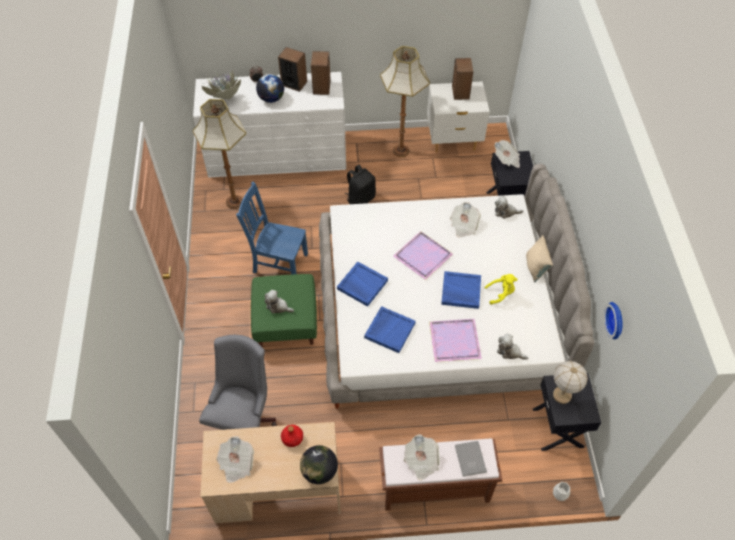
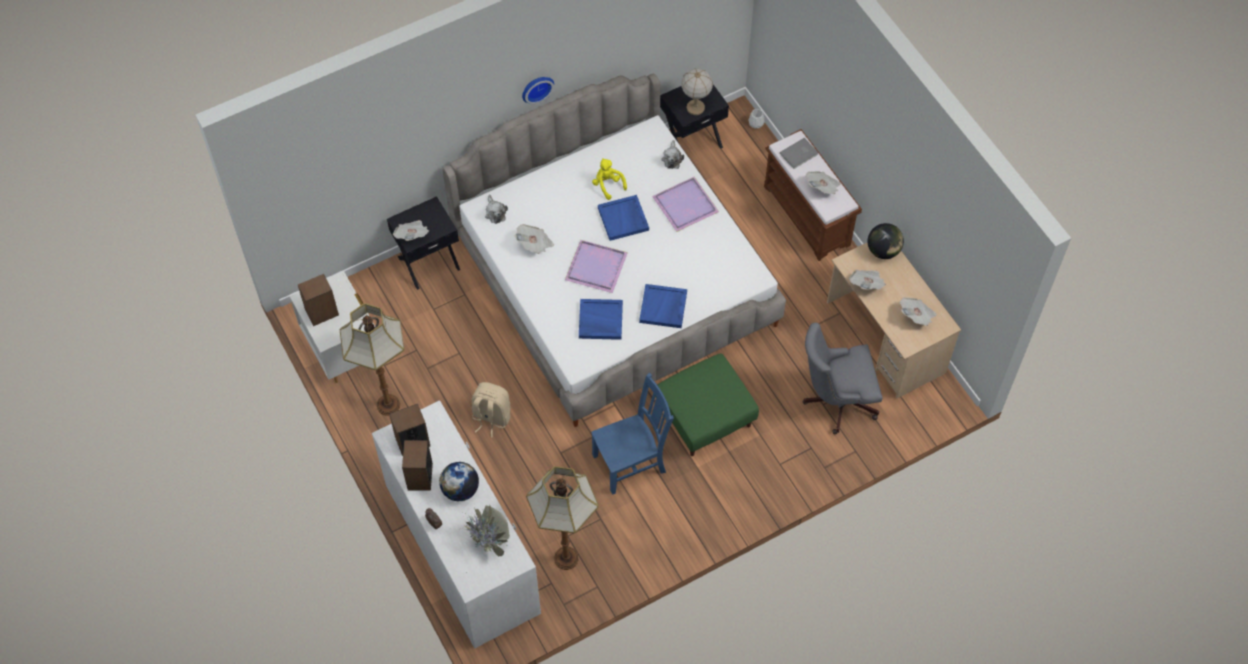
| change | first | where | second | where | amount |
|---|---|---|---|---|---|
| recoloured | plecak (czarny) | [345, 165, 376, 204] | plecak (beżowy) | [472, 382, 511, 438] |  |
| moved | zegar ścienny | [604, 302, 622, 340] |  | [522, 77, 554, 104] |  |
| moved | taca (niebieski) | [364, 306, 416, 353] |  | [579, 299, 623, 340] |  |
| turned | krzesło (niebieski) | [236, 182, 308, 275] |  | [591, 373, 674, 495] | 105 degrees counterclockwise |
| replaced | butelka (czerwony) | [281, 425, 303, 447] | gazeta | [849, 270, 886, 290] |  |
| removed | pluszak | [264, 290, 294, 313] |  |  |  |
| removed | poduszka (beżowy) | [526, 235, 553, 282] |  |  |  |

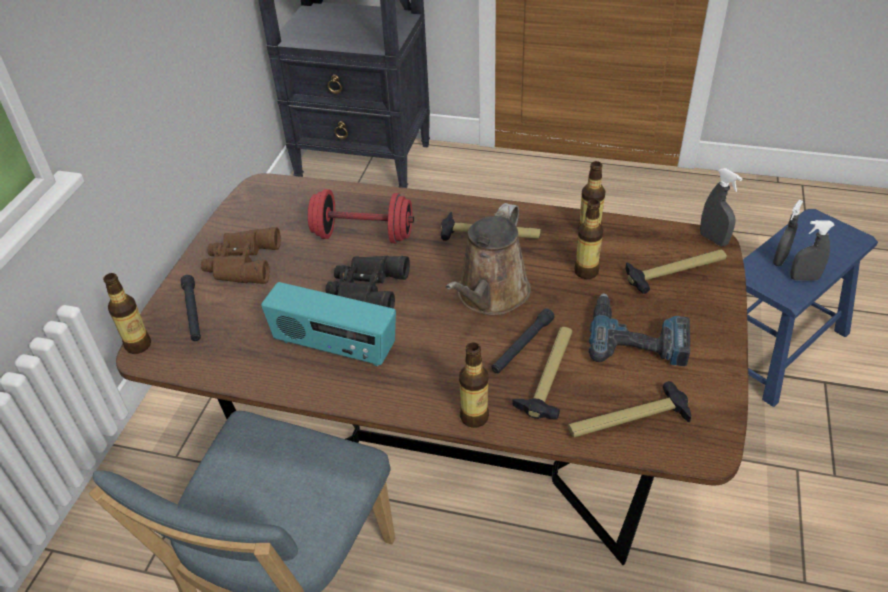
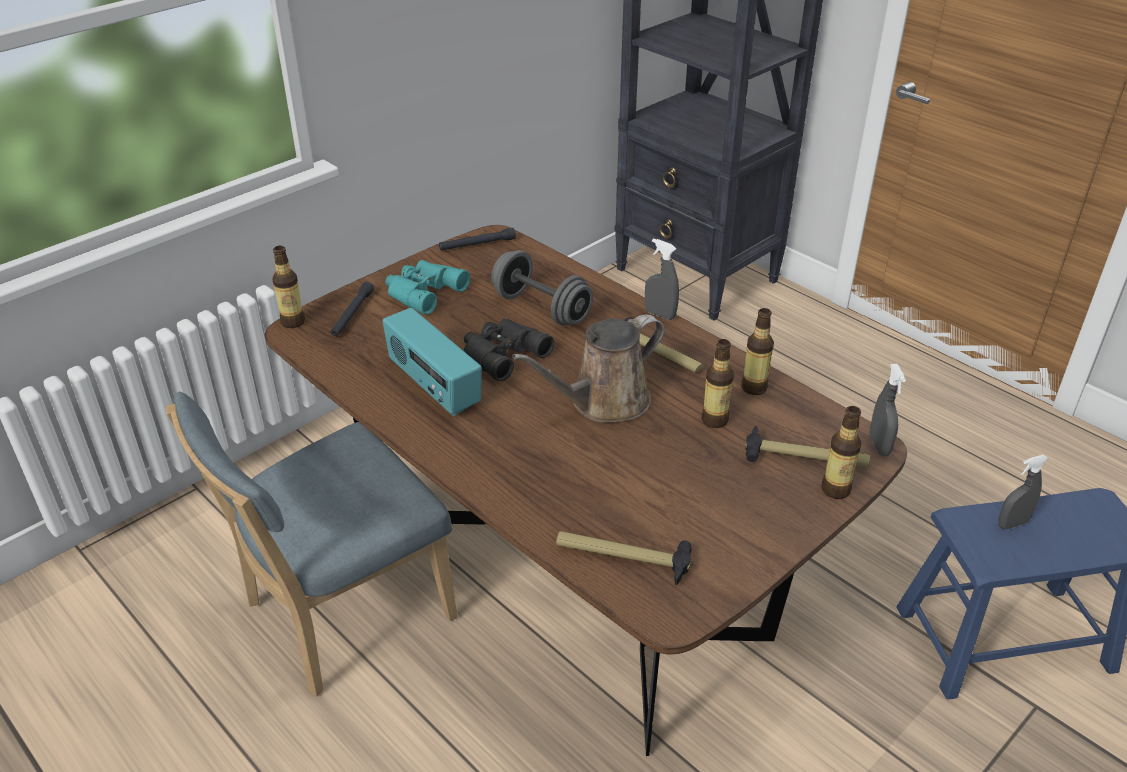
| change | first | where | second | where | amount |
|---|---|---|---|---|---|
| recoloured | lornetka (brązowy) | [201, 227, 281, 284] | lornetka (turkusowy) | [385, 260, 470, 315] |  |
| moved | latarka (czarny) | [492, 308, 555, 373] |  | [439, 228, 516, 251] |  |
| recoloured | hantel (czerwony) | [308, 189, 414, 243] | hantel (szary) | [491, 250, 593, 326] |  |
| moved | spryskiwacz (szary) | [790, 220, 835, 281] |  | [645, 238, 679, 320] |  |
| moved | butelka | [459, 342, 489, 428] |  | [822, 406, 862, 499] |  |
| removed | młotek | [512, 327, 572, 419] |  |  |  |
| removed | wiertarka | [589, 293, 690, 366] |  |  |  |

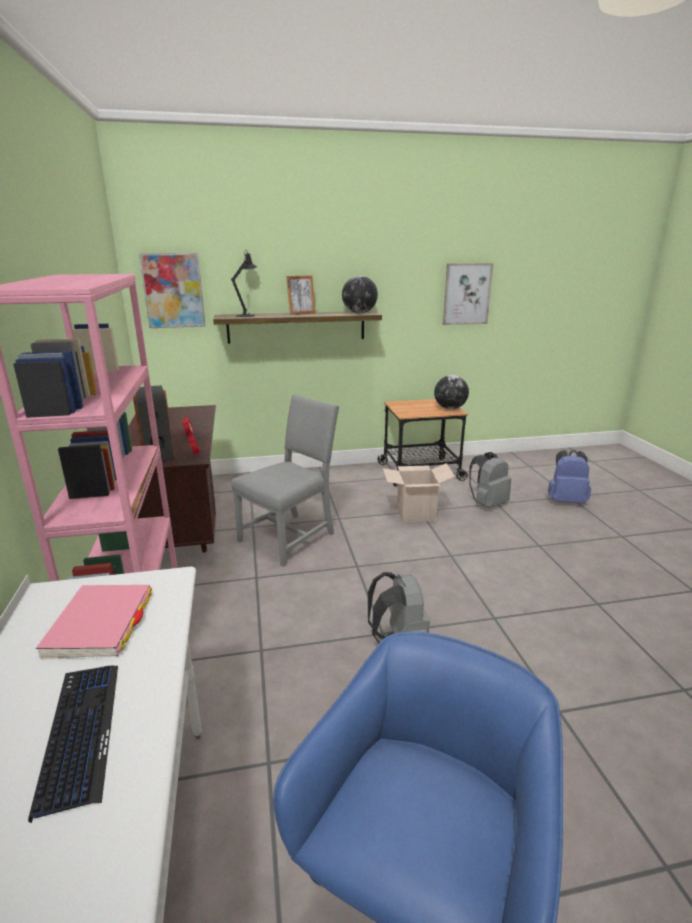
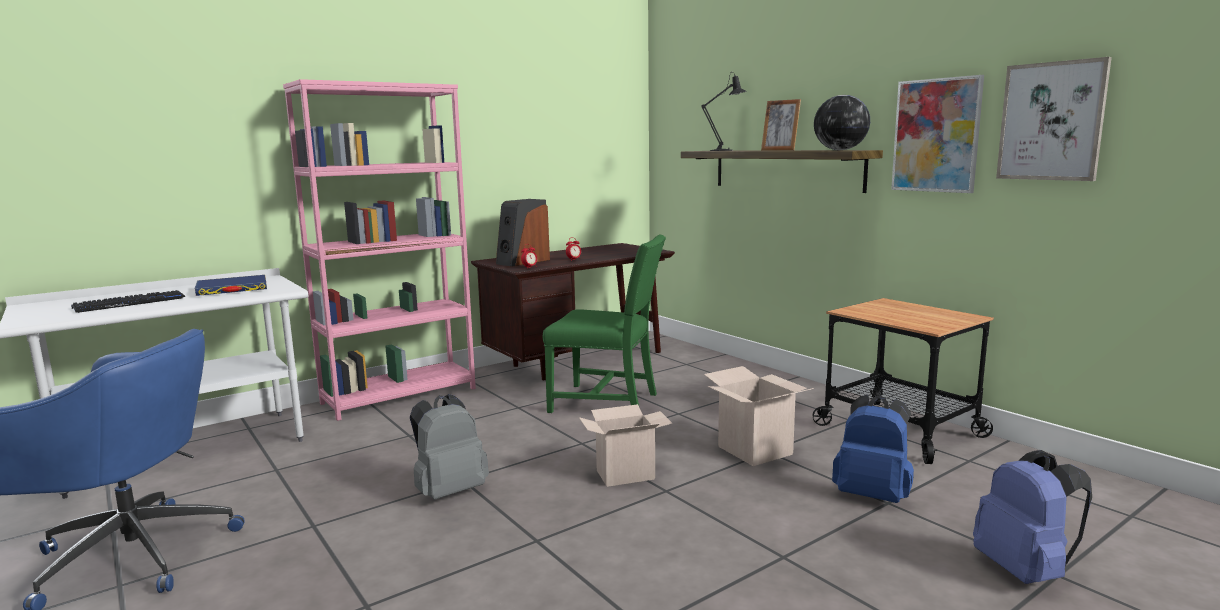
| change | first | where | second | where | amount |
|---|---|---|---|---|---|
| recoloured | książka (różowy) | [36, 585, 152, 659] | książka (niebieski) | [194, 275, 267, 296] |  |
| recoloured | krzesło (szary) | [231, 394, 339, 567] | krzesło (zielony) | [543, 235, 666, 413] |  |
| added |  |  | karton | [579, 404, 672, 487] |  |
| recoloured | plecak (szary) | [469, 452, 511, 508] | plecak (niebieski) | [832, 395, 914, 503] |  |
| moved | obraz | [139, 253, 205, 328] |  | [891, 75, 984, 193] |  |
| removed | globus | [434, 375, 469, 409] |  |  |  |

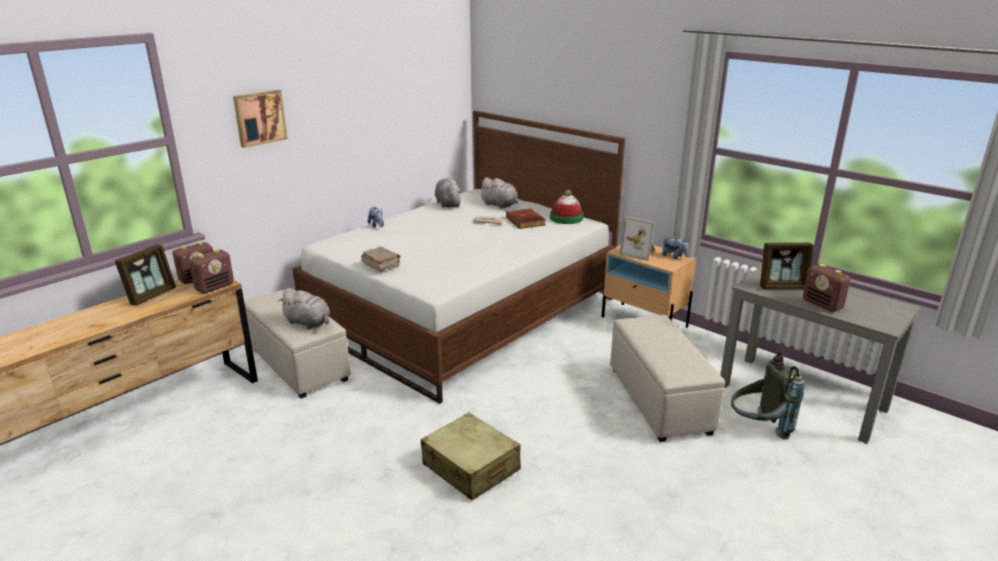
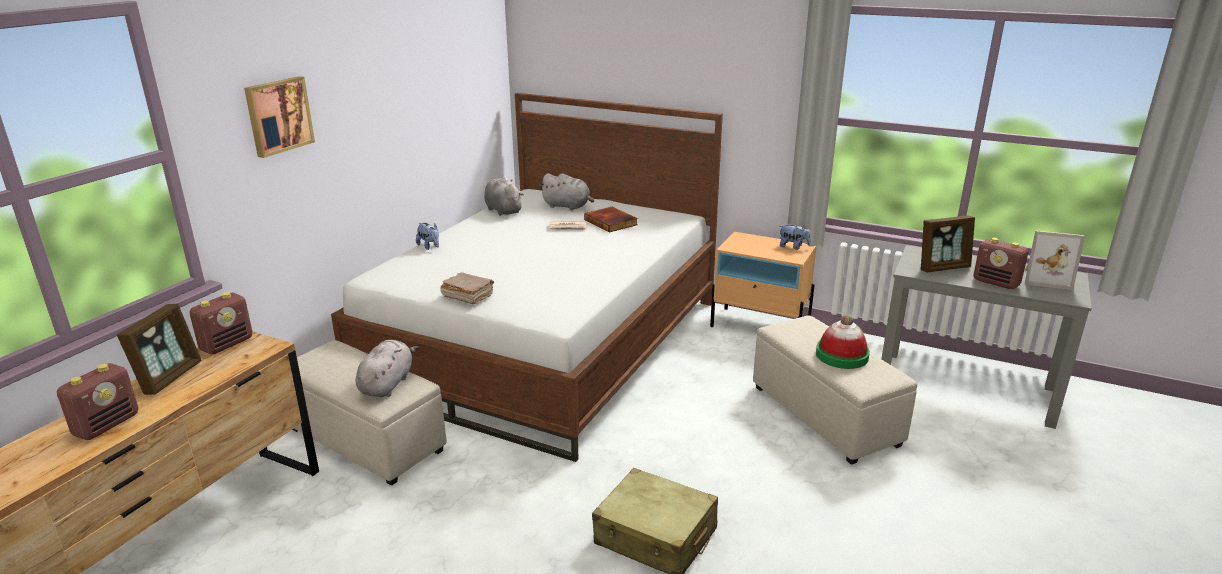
| change | first | where | second | where | amount |
|---|---|---|---|---|---|
| moved | radio | [189, 249, 234, 293] |  | [57, 363, 138, 440] |  |
| turned | pluszak (szary) | [278, 288, 330, 329] |  | [356, 340, 419, 397] | 90 degrees counterclockwise |
| moved | kapelusz | [550, 190, 584, 224] |  | [816, 314, 870, 369] |  |
| moved | ramka na zdjęcie | [619, 217, 655, 261] |  | [1025, 231, 1085, 290] |  |
| removed | plecak (szary) | [731, 352, 805, 439] |  |  |  |

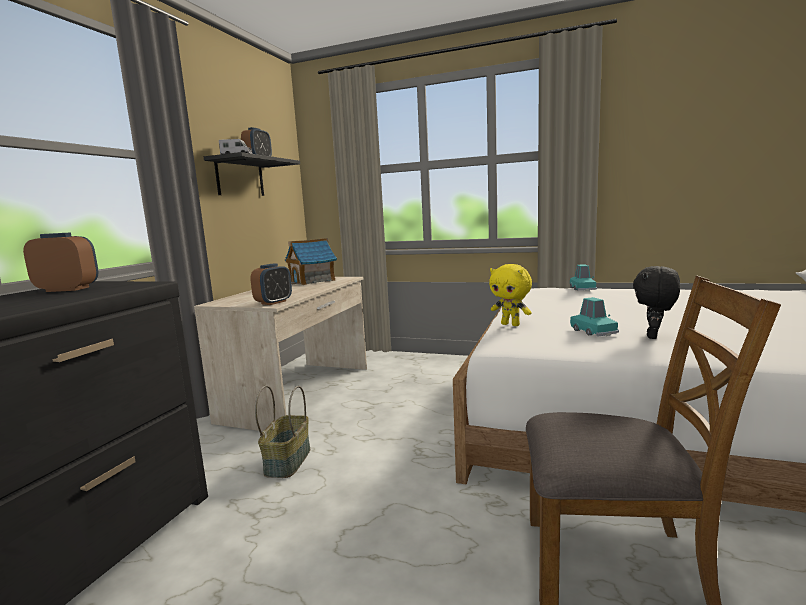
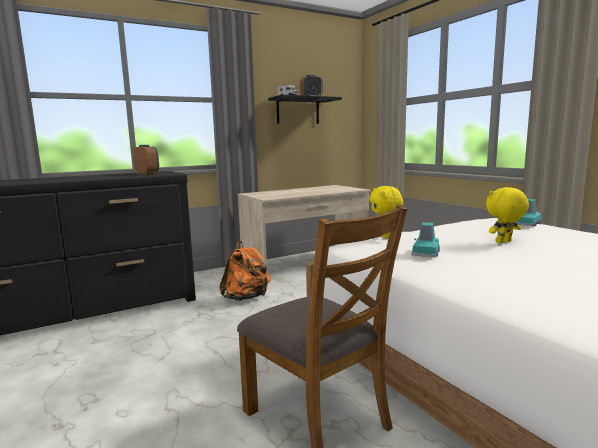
| change | first | where | second | where | amount |
|---|---|---|---|---|---|
| replaced | koszyk | [255, 385, 310, 478] | plecak (pomarańczowy) | [219, 241, 271, 301] |  |
| added |  |  | pluszak (żółty) | [486, 187, 529, 244] |  |
| removed | budzik | [250, 264, 292, 305] |  |  |  |
| removed | domek | [285, 238, 337, 285] |  |  |  |
| removed | pluszak (czarny) | [633, 266, 680, 339] |  |  |  |

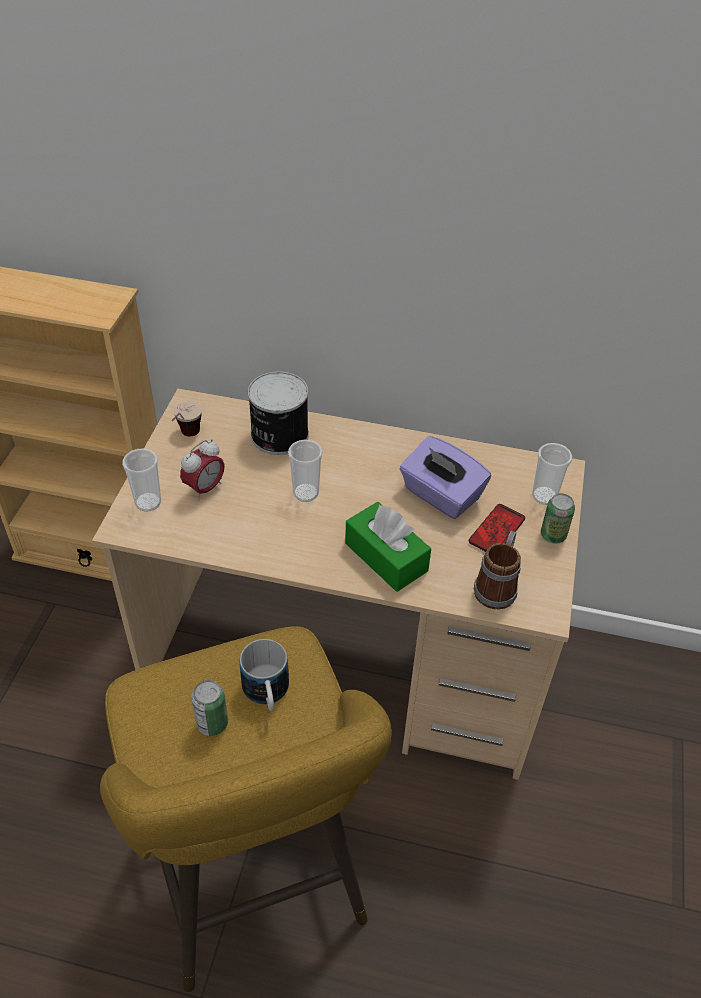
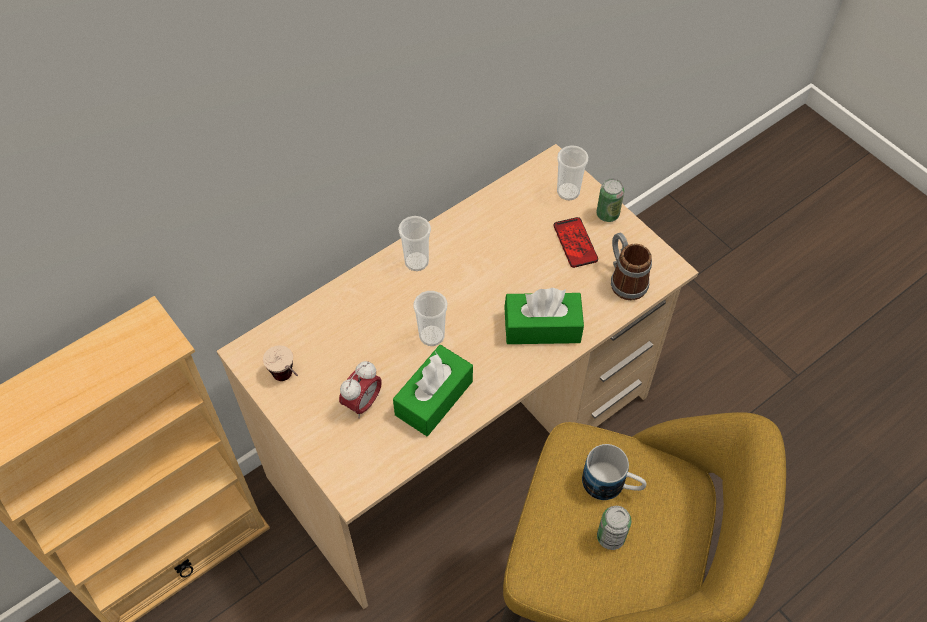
| change | first | where | second | where | amount |
|---|---|---|---|---|---|
| turned | budzik | [180, 439, 225, 501] |  | [339, 361, 382, 419] | 45 degrees clockwise |
| added |  |  | pudełko chusteczek (zielony) | [393, 345, 473, 436] |  |
| moved | filiżanka | [122, 448, 161, 512] |  | [398, 216, 431, 271] |  |
| removed | puszka | [248, 372, 309, 455] |  |  |  |
| removed | pudełko chusteczek (fioletowy) | [400, 436, 491, 519] |  |  |  |

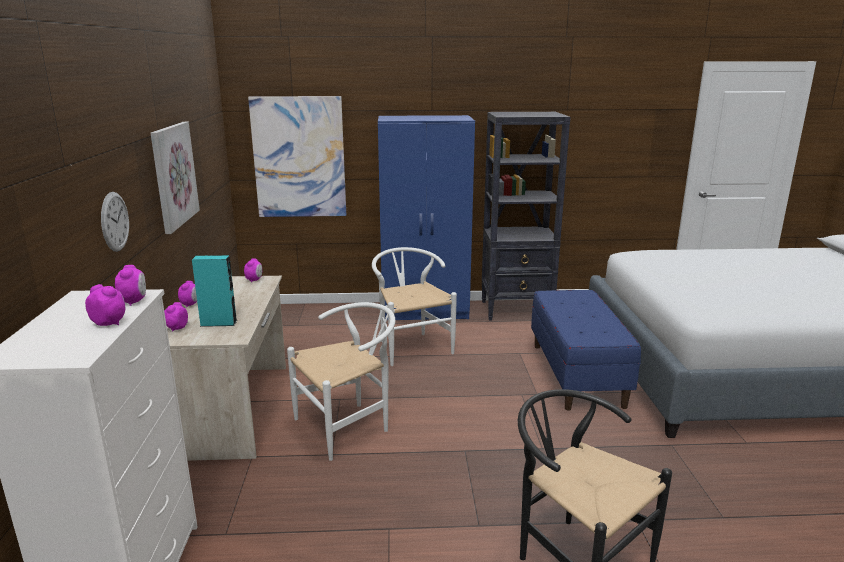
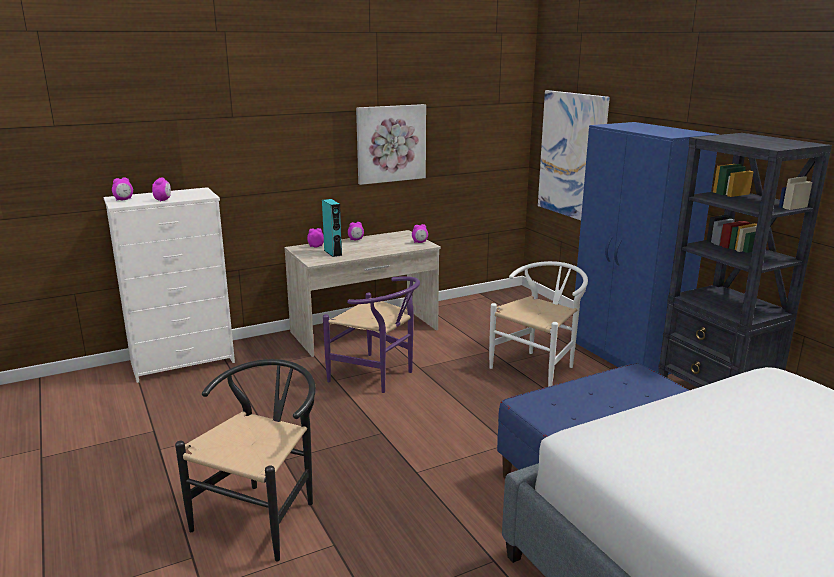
| change | first | where | second | where | amount |
|---|---|---|---|---|---|
| moved | budzik | [115, 265, 146, 306] |  | [112, 177, 133, 201] |  |
| recoloured | krzesło (biały) | [287, 302, 395, 461] | krzesło (fioletowy) | [323, 276, 420, 393] |  |
| removed | zegar ścienny | [101, 192, 129, 252] |  |  |  |

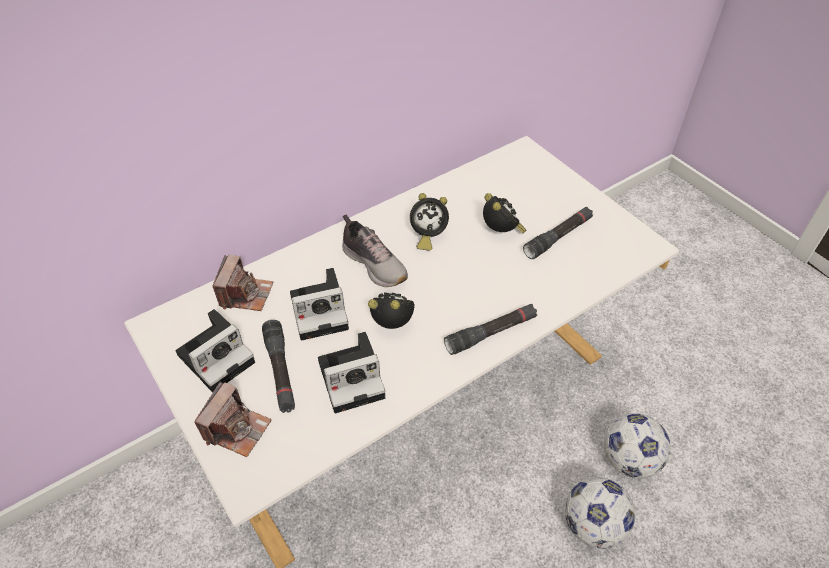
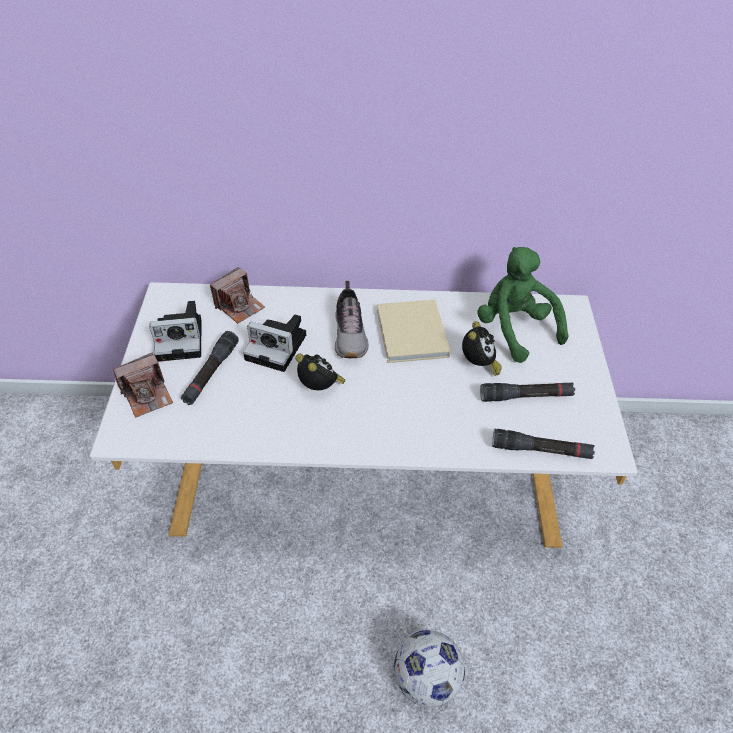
| change | first | where | second | where | amount |
|---|---|---|---|---|---|
| replaced | budzik | [410, 193, 449, 251] | książka (beżowy) | [377, 299, 451, 363] |  |
| added |  |  | pluszak (zielony) | [477, 247, 568, 363] |  |
| moved | latarka (czarny) | [444, 304, 537, 355] |  | [492, 429, 595, 459] |  |
| removed | aparat fotograficzny | [318, 332, 385, 413] |  |  |  |
| removed | piłka futbolowa | [604, 413, 670, 478] |  |  |  |

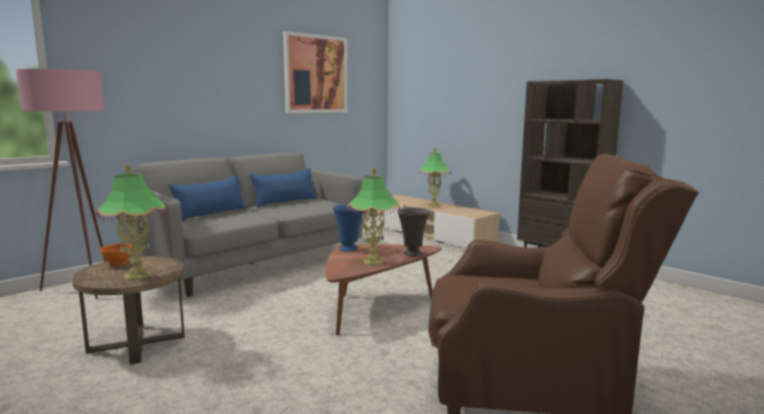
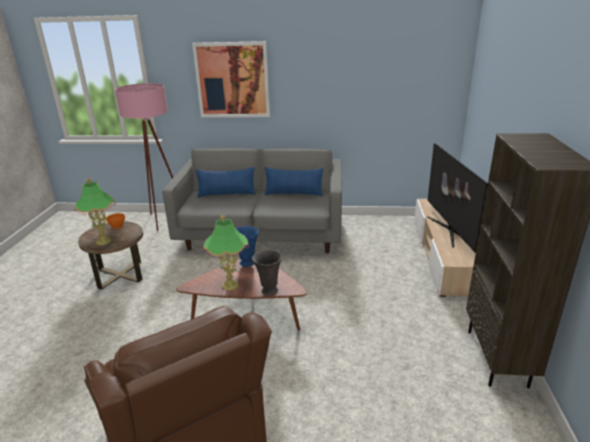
| change | first | where | second | where | amount |
|---|---|---|---|---|---|
| moved | obraz | [283, 31, 348, 113] |  | [192, 41, 270, 117] |  |
| replaced | lampa stołowa | [419, 148, 451, 207] | telewizor | [427, 143, 488, 253] |  |

